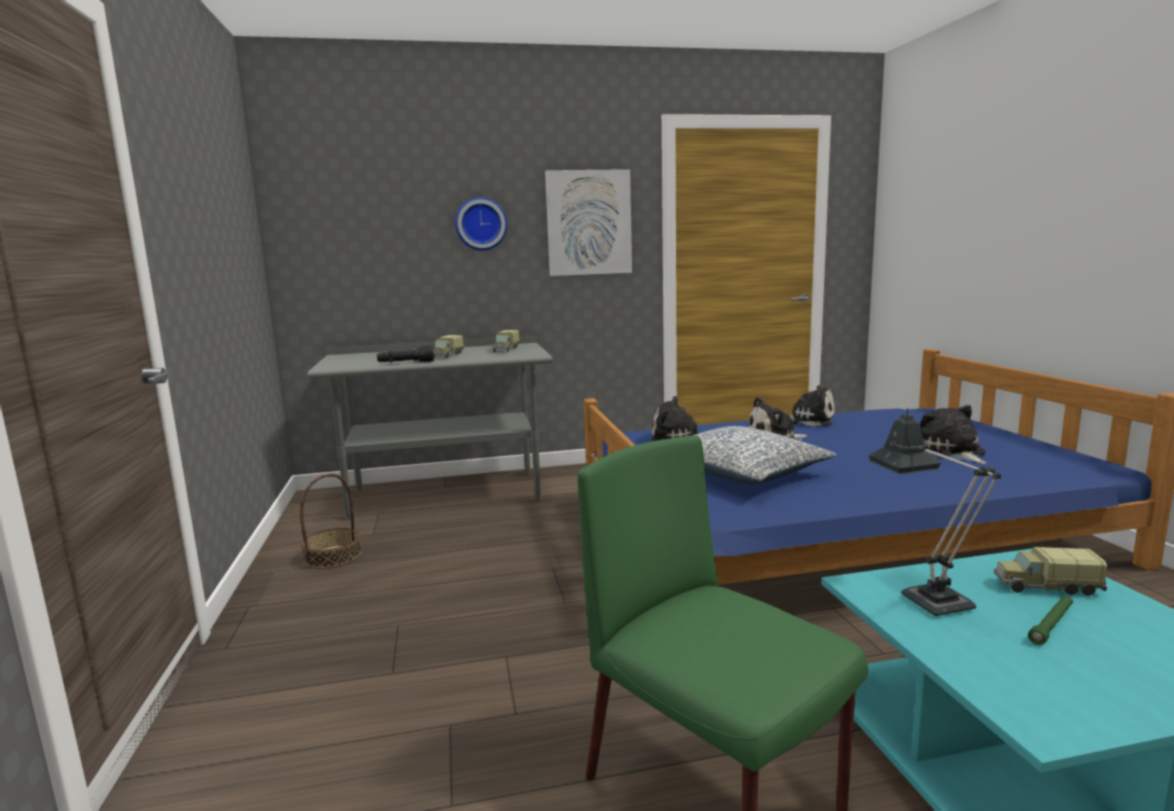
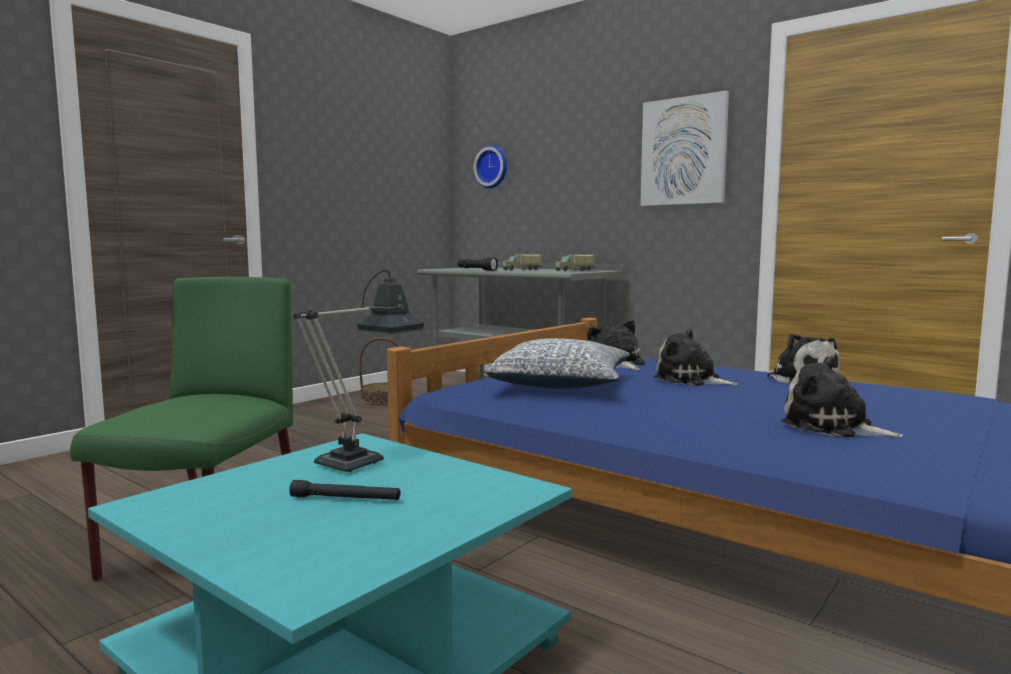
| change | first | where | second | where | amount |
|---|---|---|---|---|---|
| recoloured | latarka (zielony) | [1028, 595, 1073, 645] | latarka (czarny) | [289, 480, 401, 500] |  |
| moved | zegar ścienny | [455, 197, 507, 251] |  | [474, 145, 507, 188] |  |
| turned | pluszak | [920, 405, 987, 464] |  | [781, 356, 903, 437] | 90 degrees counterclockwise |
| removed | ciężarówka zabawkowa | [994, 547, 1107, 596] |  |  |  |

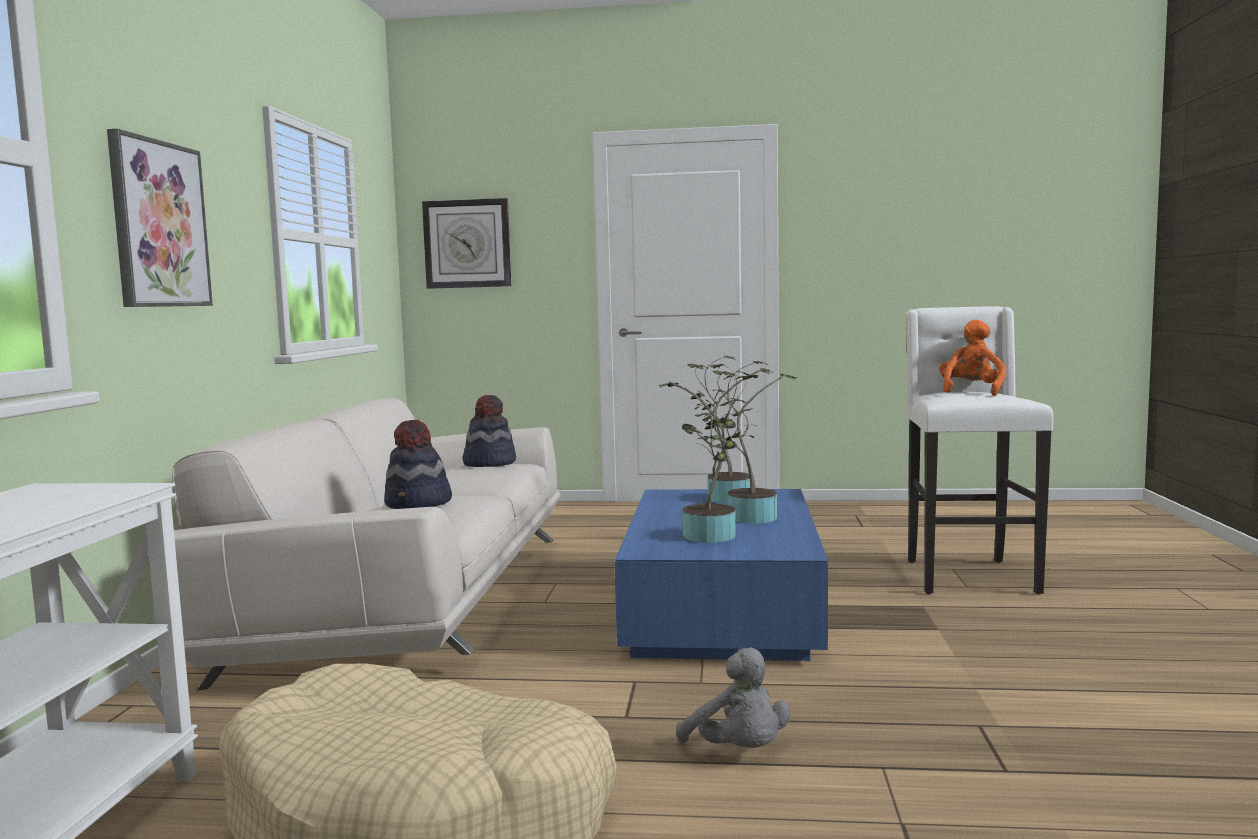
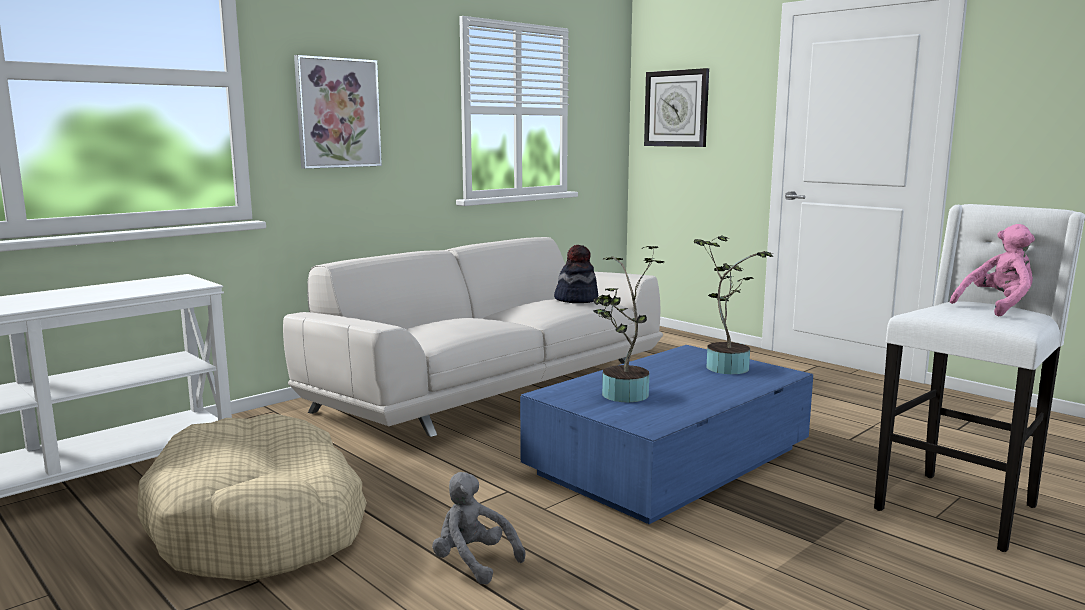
| change | first | where | second | where | amount |
|---|---|---|---|---|---|
| turned | pluszak (szary) | [676, 647, 790, 748] |  | [432, 472, 526, 585] | 120 degrees clockwise |
| recoloured | pluszak (pomarańczowy) | [939, 319, 1006, 396] | pluszak (różowy) | [950, 224, 1035, 317] |  |
| removed | kapelusz | [384, 419, 452, 509] |  |  |  |
| removed | roślina doniczkowa | [702, 361, 796, 524] |  |  |  |

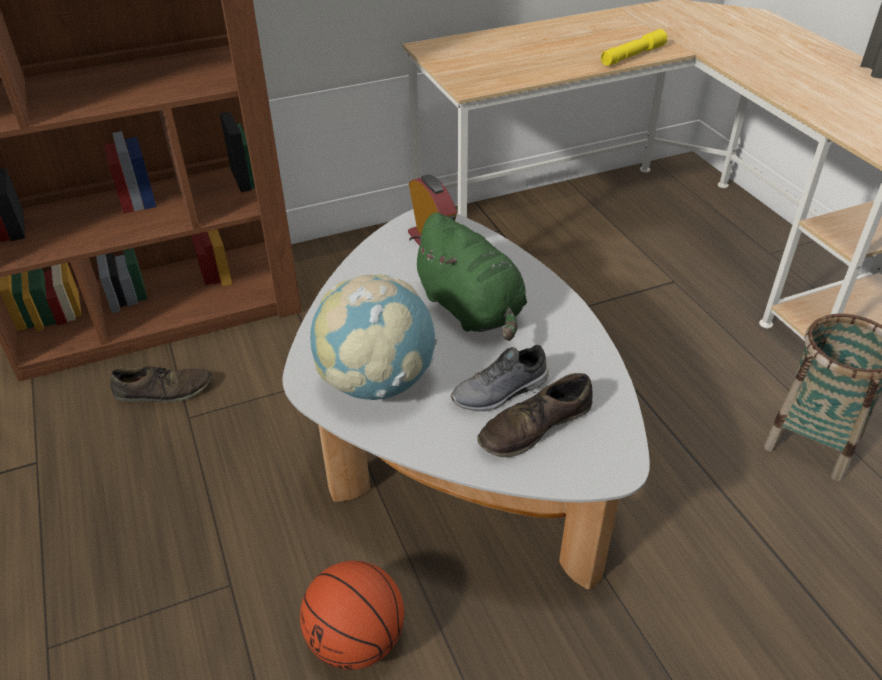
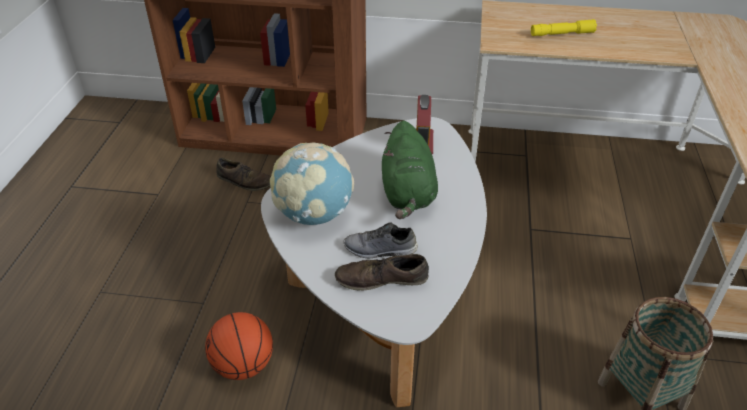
| change | first | where | second | where | amount |
|---|---|---|---|---|---|
| moved | latarka (żółty) | [601, 29, 667, 66] |  | [531, 19, 597, 36] |  |

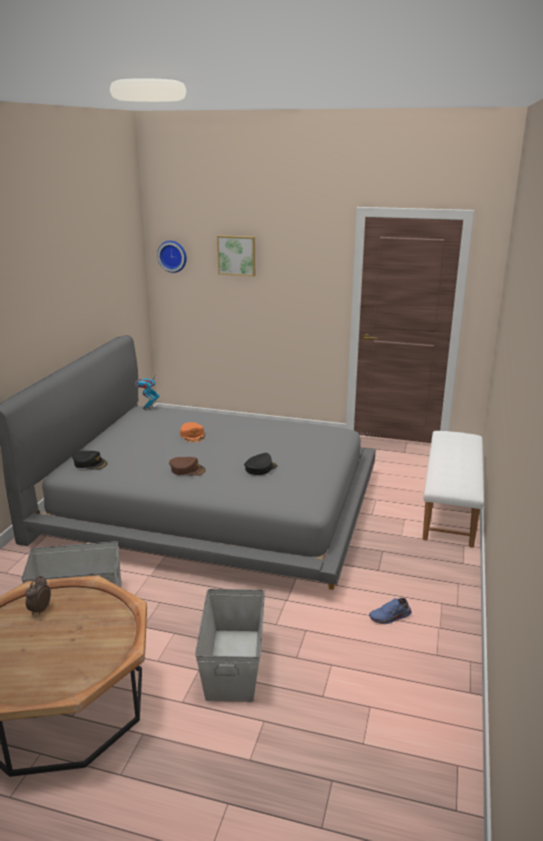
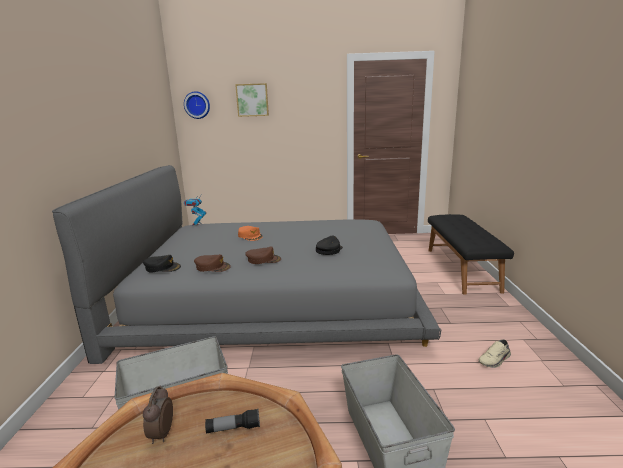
| change | first | where | second | where | amount |
|---|---|---|---|---|---|
| added |  |  | czapka z daszkiem (brązowy) | [194, 254, 231, 272] |  |
| added |  |  | latarka | [205, 409, 260, 434] |  |
| recoloured | ławka (biały) | [423, 431, 484, 548] | ławka (czarny) | [428, 214, 514, 295] |  |
| recoloured | but (niebieski) | [369, 598, 412, 624] | but (beżowy) | [479, 339, 511, 368] |  |

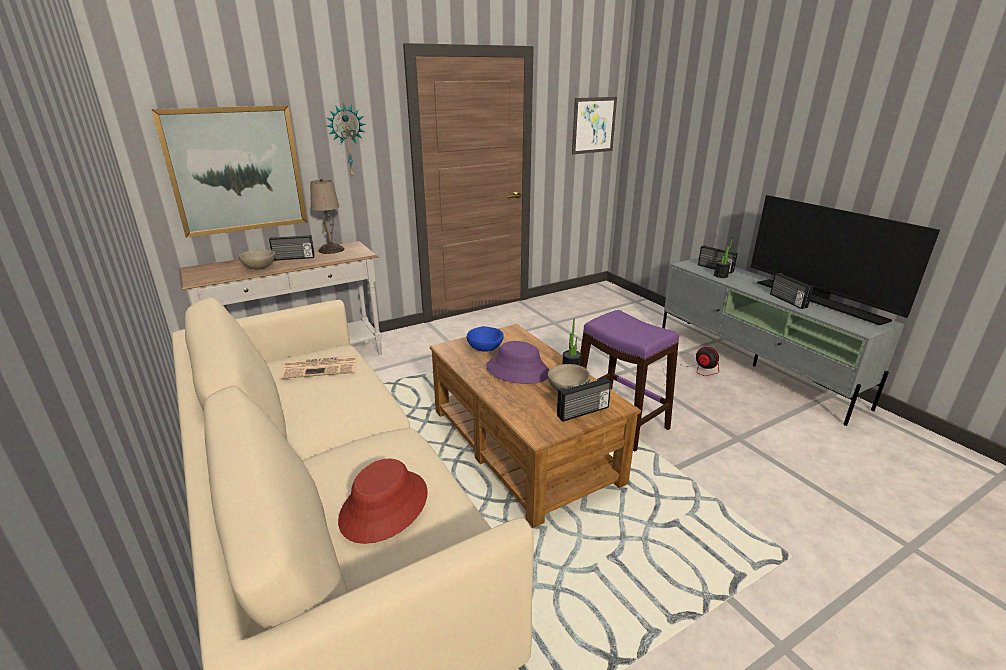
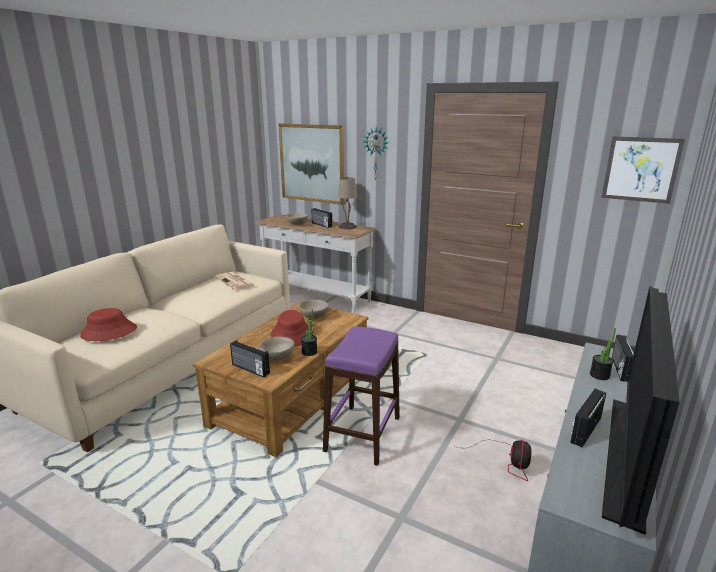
| change | first | where | second | where | amount |
|---|---|---|---|---|---|
| recoloured | kapelusz (fioletowy) | [486, 341, 549, 384] | kapelusz (czerwony) | [271, 310, 309, 347] |  |
| recoloured | miska (niebieski) | [467, 326, 504, 352] | miska (beżowy) | [299, 300, 329, 319] |  |

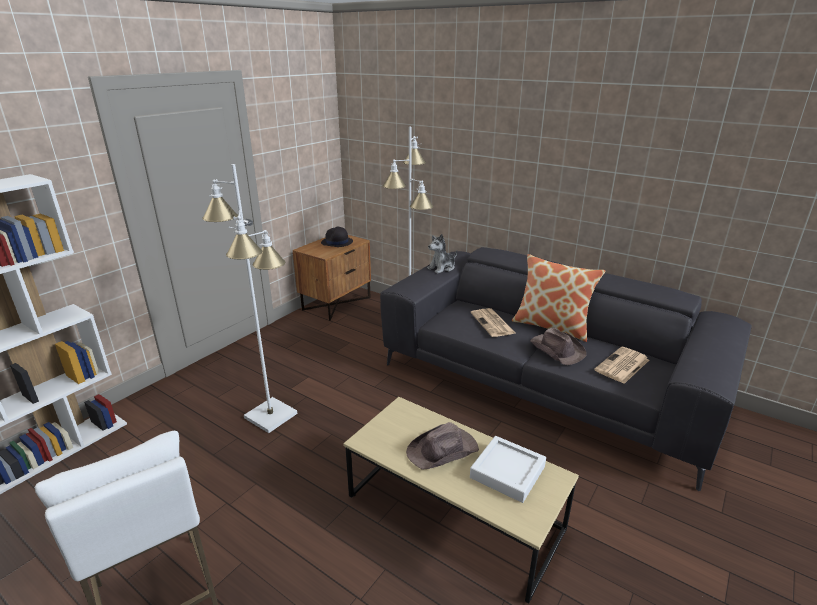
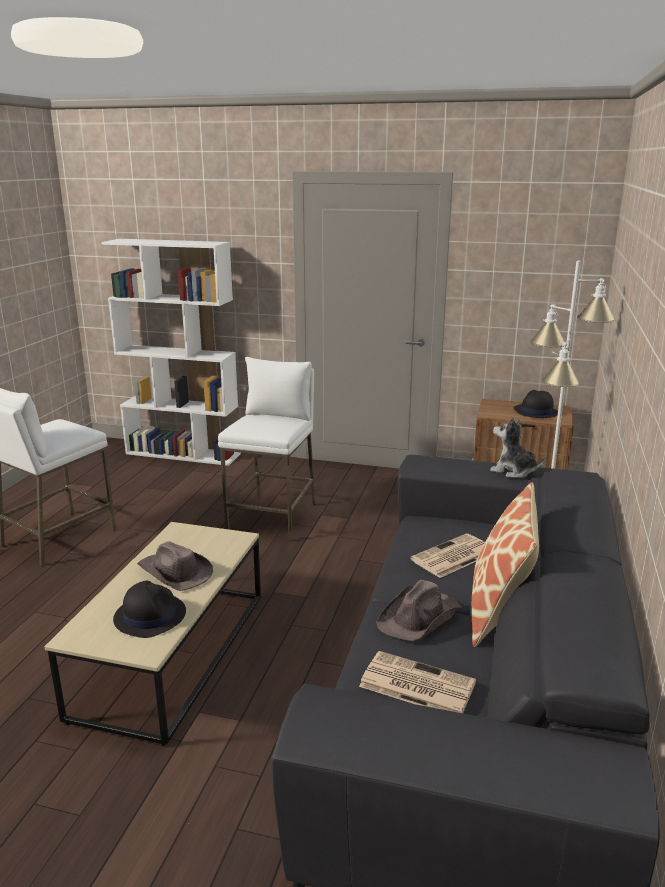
| change | first | where | second | where | amount |
|---|---|---|---|---|---|
| replaced | taca (biały) | [470, 436, 546, 503] | kapelusz (czarny) | [113, 581, 186, 638] |  |
| replaced | lampa stojąca (biały) | [202, 164, 297, 433] | stołek (biały) | [218, 357, 316, 541] |  |

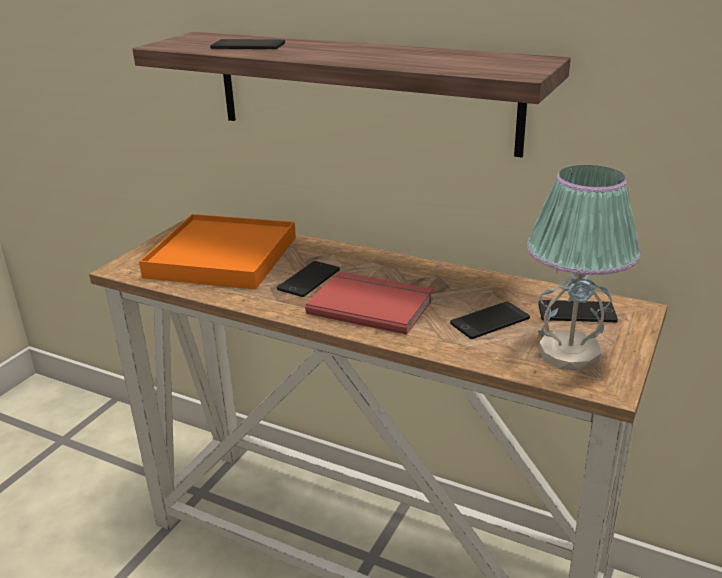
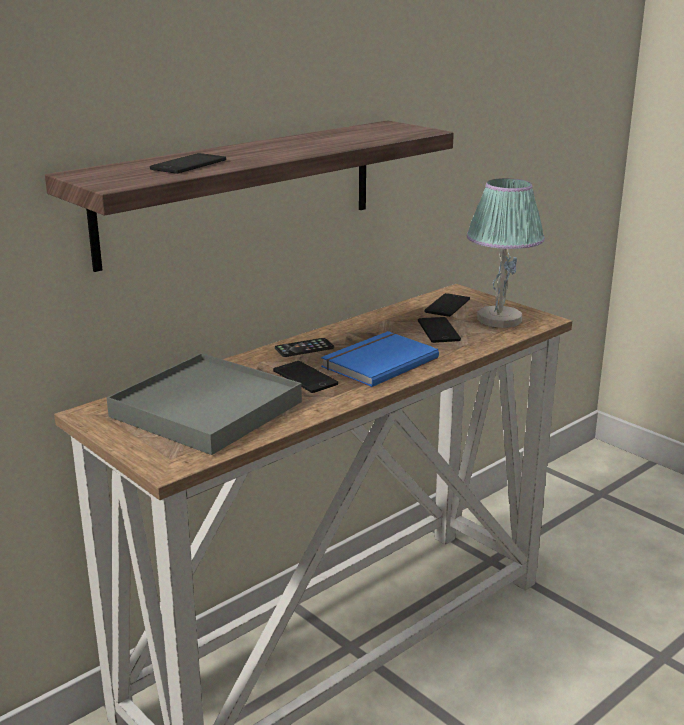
| change | first | where | second | where | amount |
|---|---|---|---|---|---|
| recoloured | taca (pomarańczowy) | [139, 214, 296, 289] | taca (szary) | [107, 353, 302, 455] |  |
| added |  |  | telefon | [275, 338, 334, 357] |  |
| recoloured | książka (czerwony) | [305, 272, 433, 335] | książka (niebieski) | [321, 331, 439, 387] |  |

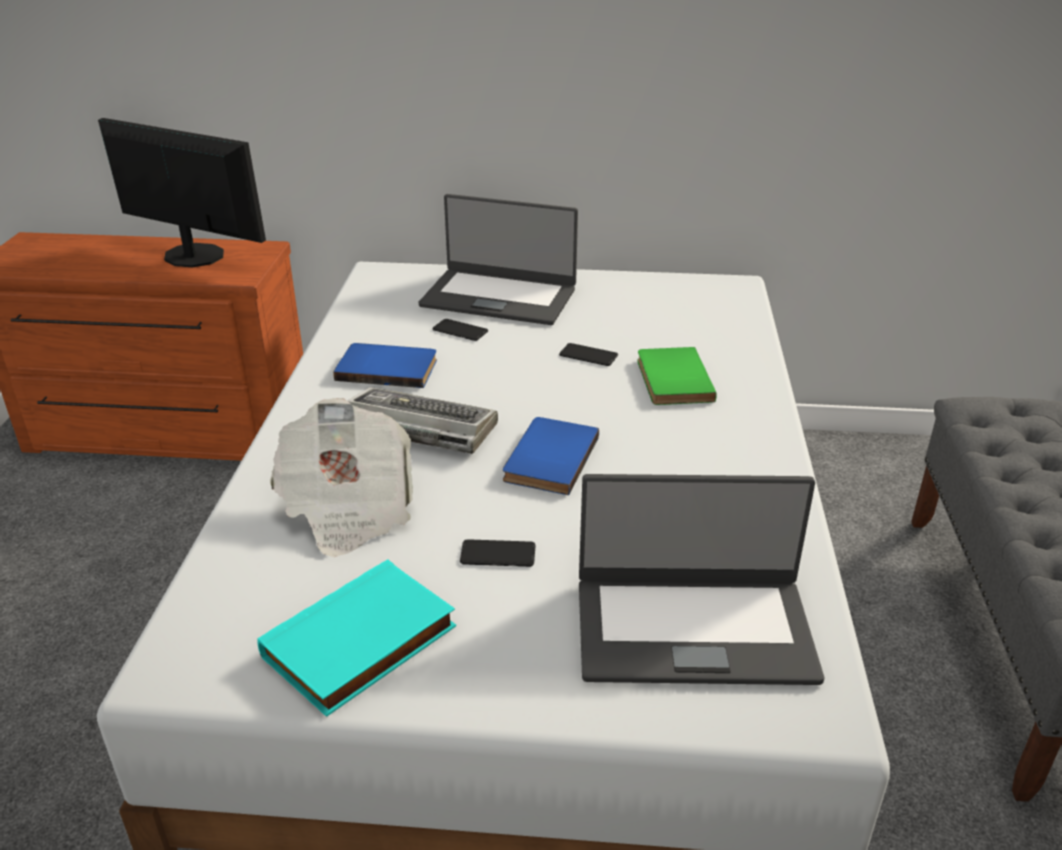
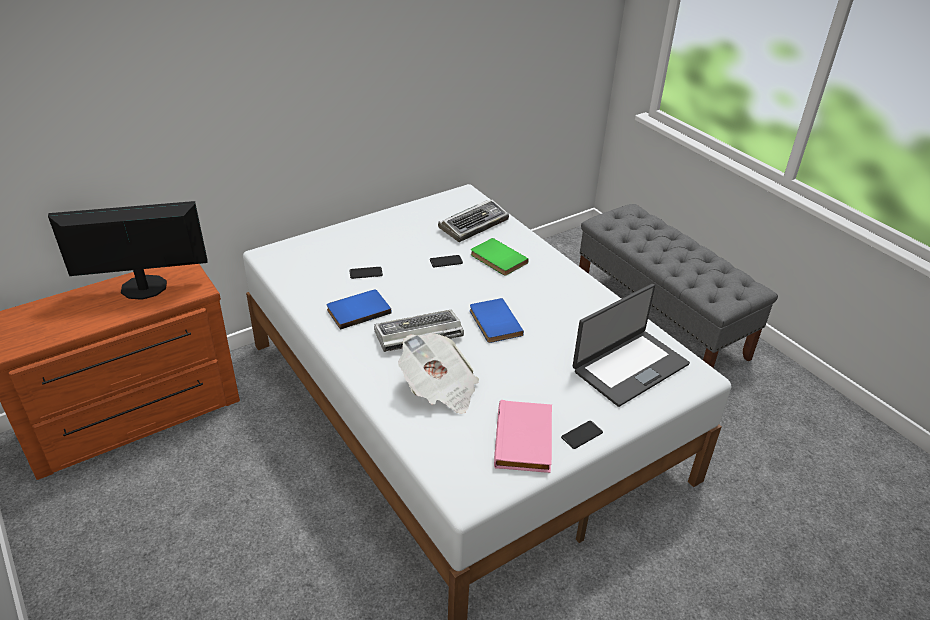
| change | first | where | second | where | amount |
|---|---|---|---|---|---|
| added |  |  | klawiatura | [438, 200, 509, 242] |  |
| recoloured | książka (turkusowy) | [257, 559, 456, 717] | książka (różowy) | [494, 400, 552, 473] |  |
| moved | telefon | [460, 539, 536, 567] |  | [561, 421, 603, 449] |  |
| removed | laptop | [419, 194, 578, 325] |  |  |  |

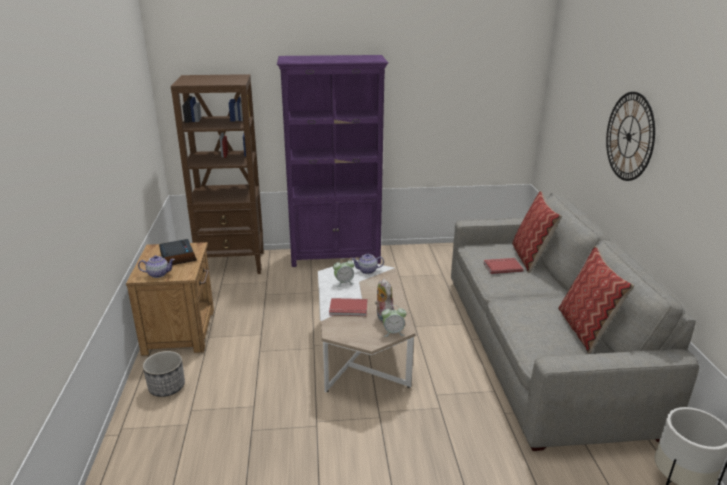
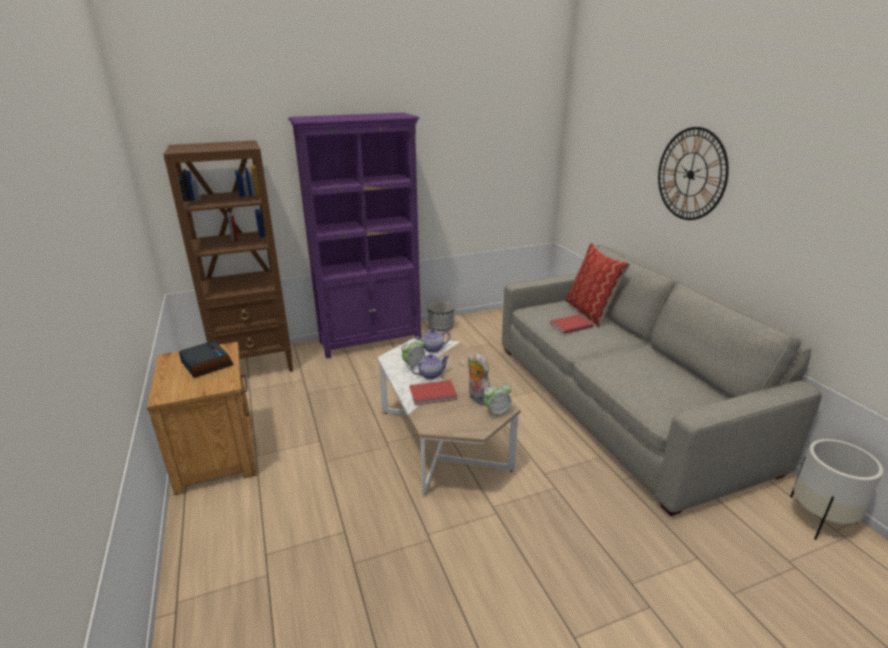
| change | first | where | second | where | amount |
|---|---|---|---|---|---|
| moved | imbryk | [138, 255, 175, 278] |  | [411, 354, 449, 379] |  |
| moved | donica | [143, 351, 185, 397] |  | [428, 301, 455, 331] |  |
| removed | poduszka | [558, 246, 634, 354] |  |  |  |

